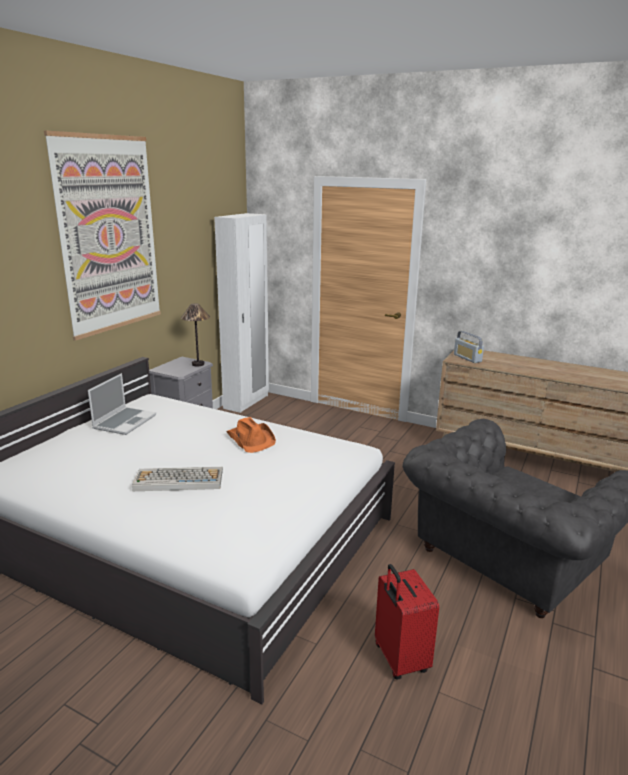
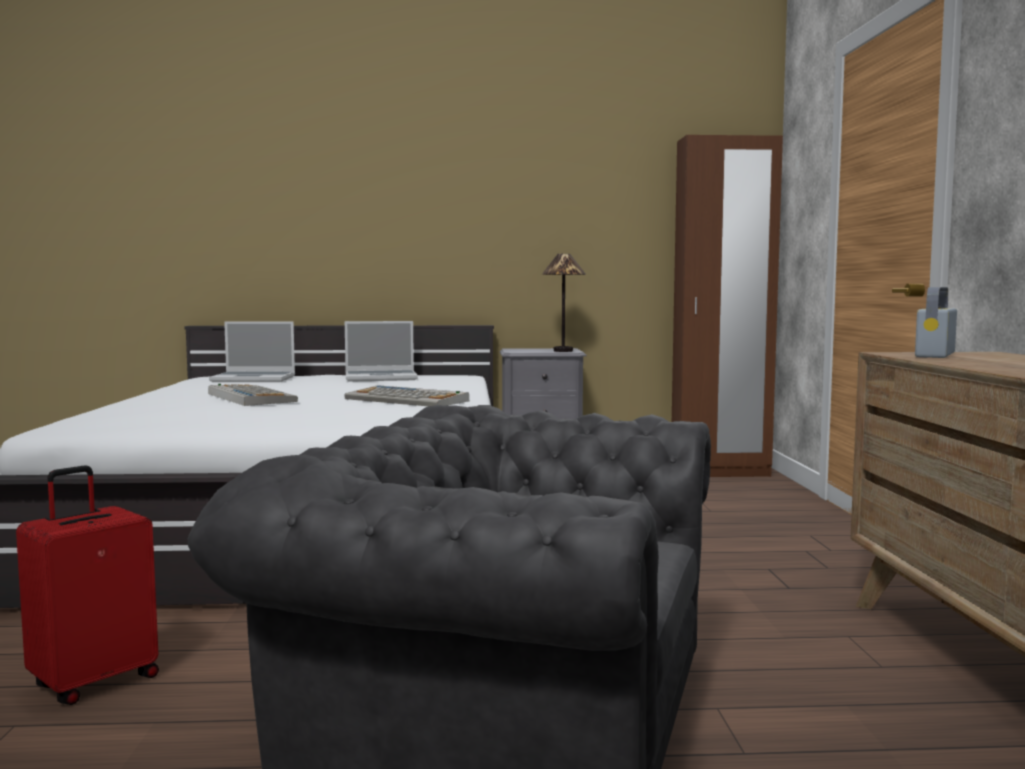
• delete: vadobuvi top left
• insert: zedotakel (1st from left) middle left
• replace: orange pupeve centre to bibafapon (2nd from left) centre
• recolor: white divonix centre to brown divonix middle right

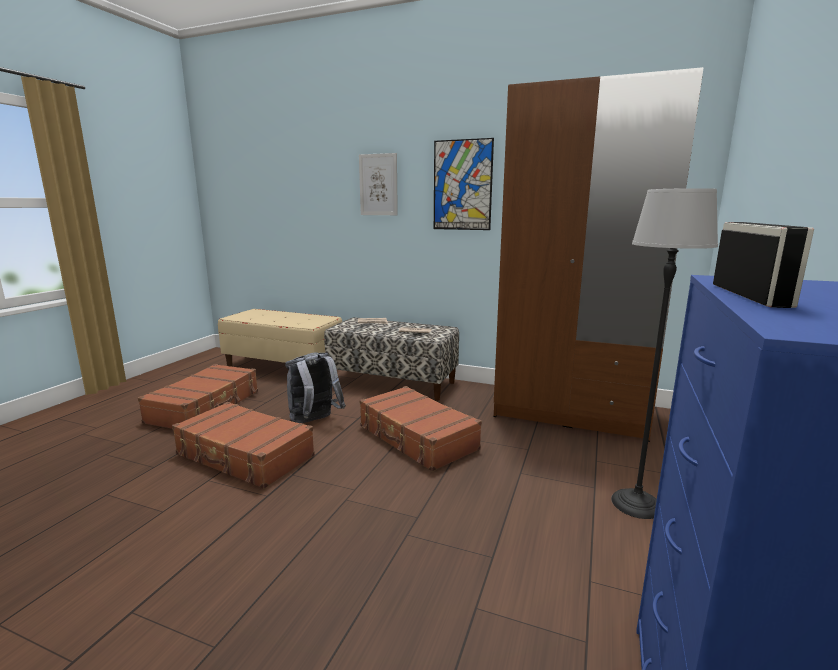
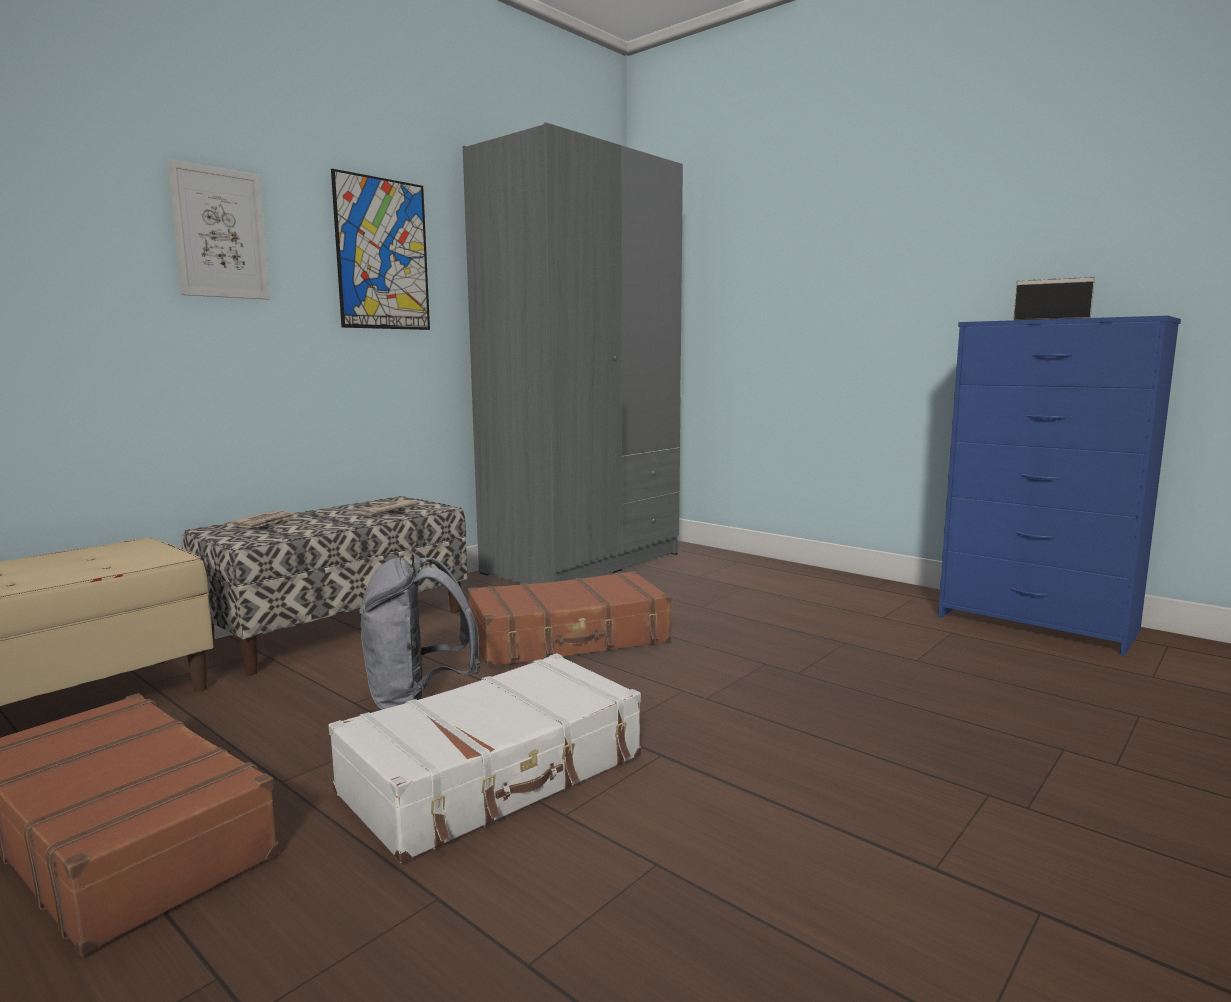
• delete: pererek middle right
• recolor: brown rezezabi (2nd from left) middle left to white rezezabi bottom centre
• recolor: brown divonix middle right to grey divonix centre

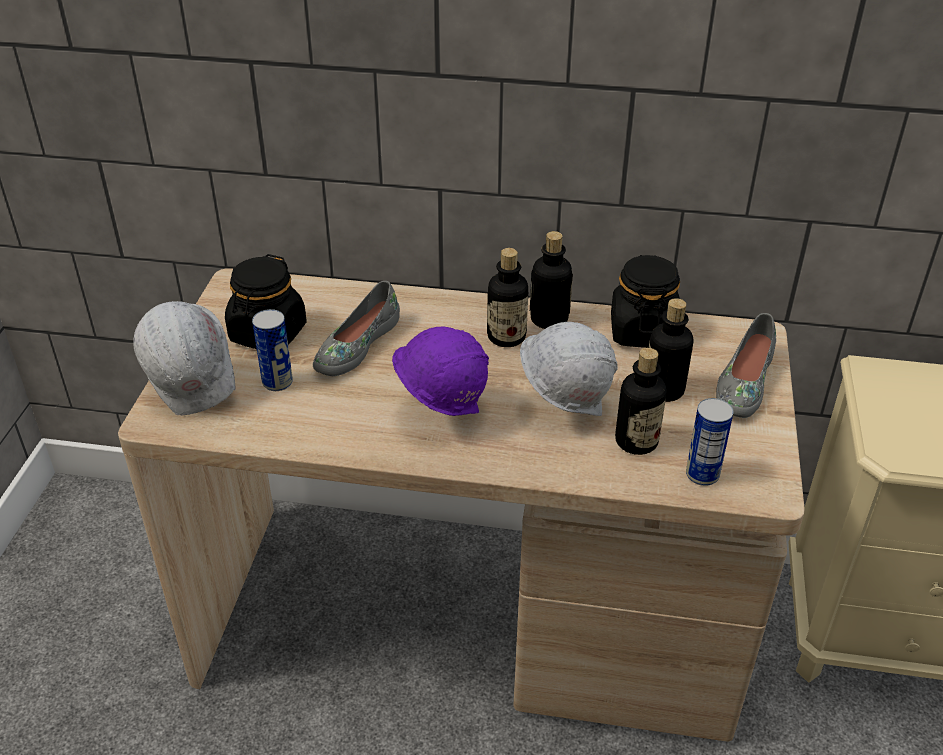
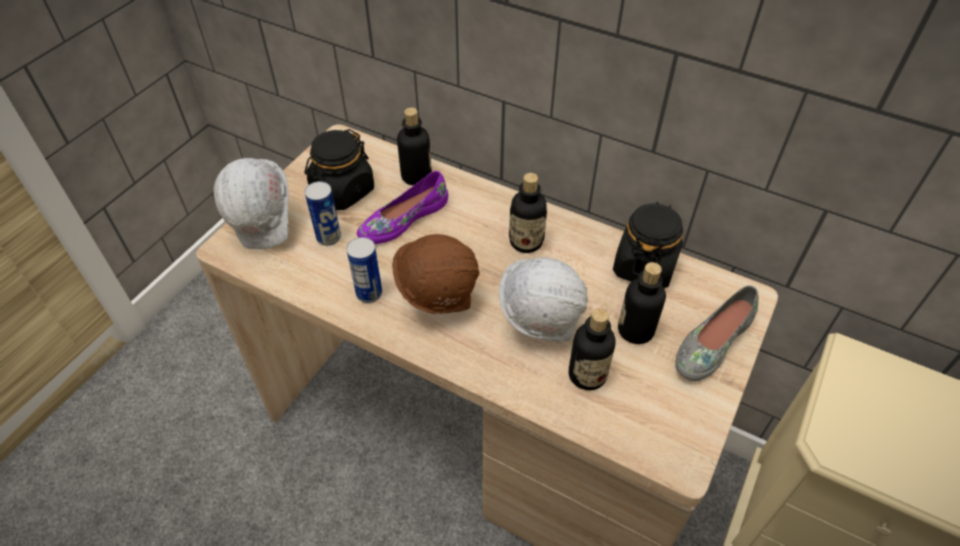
• move: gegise (2nd from left in the first image) centre to gegise (1st from left) top centre
• move: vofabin (2nd from left) middle right to centre
• recolor: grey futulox (1st from left) centre to purple futulox centre
• recolor: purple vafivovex centre to brown vafivovex centre

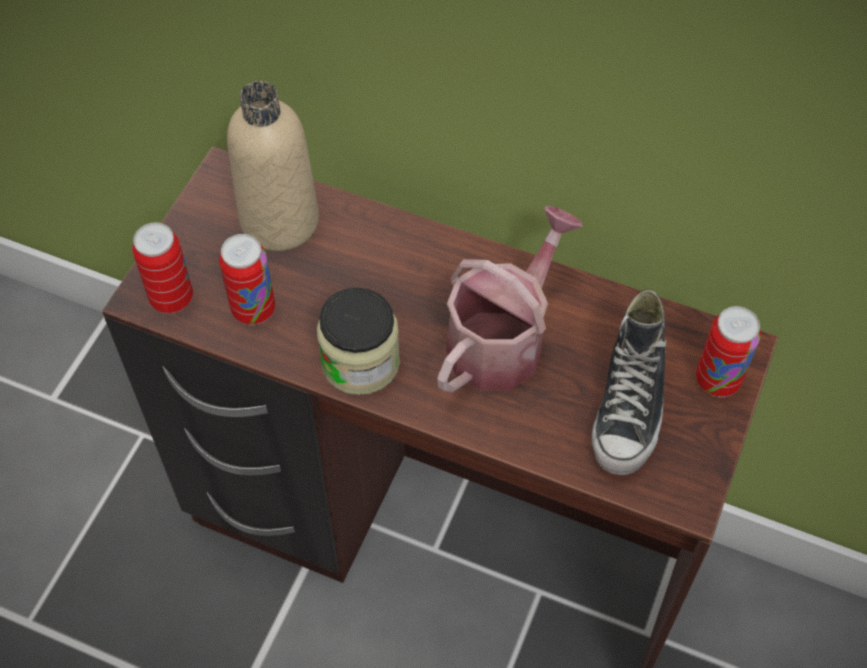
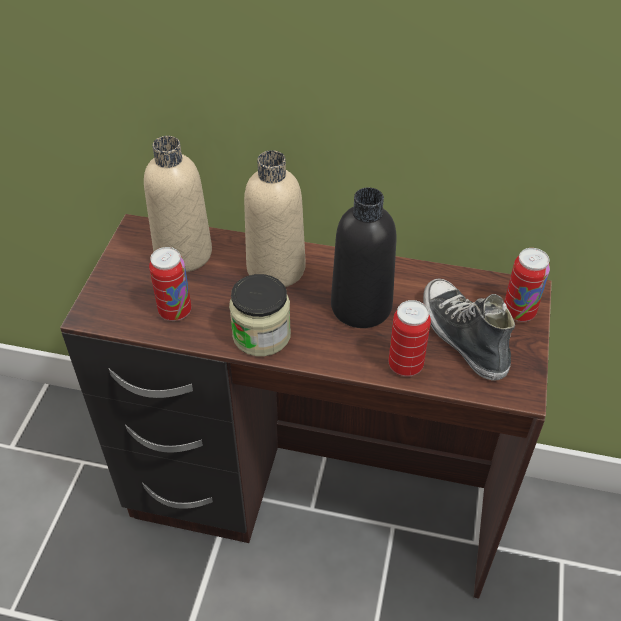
• insert: beige gegise (2nd from left) centre
• move: vofabin (1st from left in the first image) middle left to vofabin (2nd from left) centre
• replace: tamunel centre to black gegise centre
• rotate: futulox middle right = middle right 150 degrees clockwise

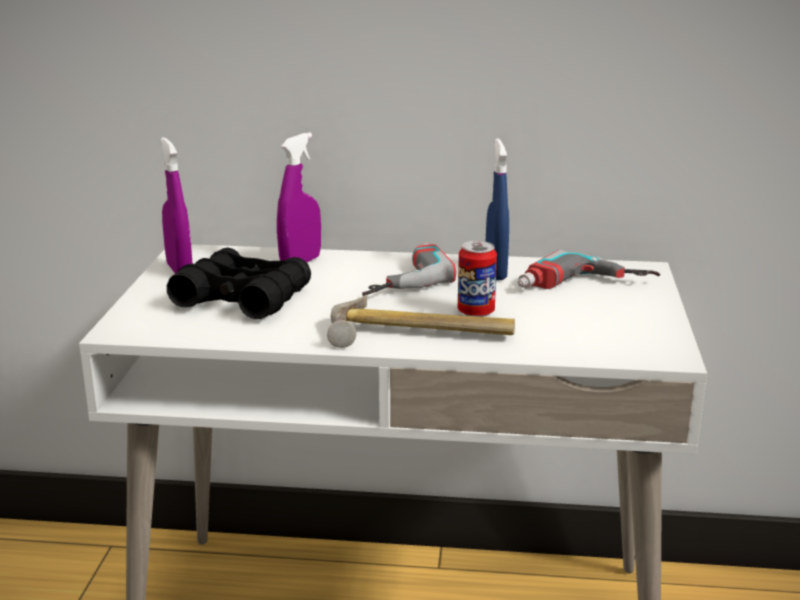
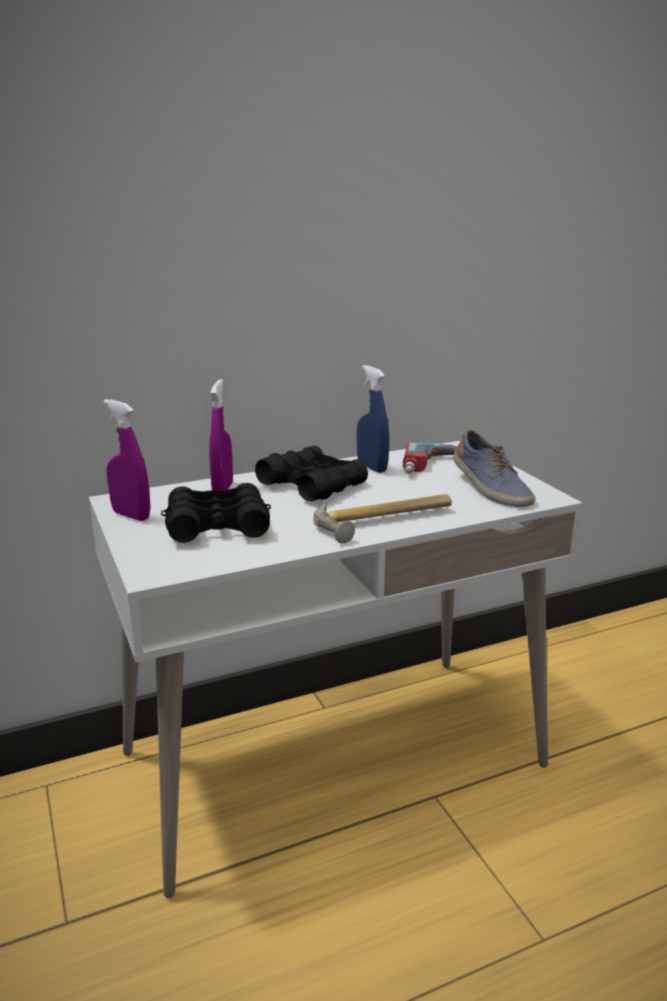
• delete: vofabin centre
• insert: futulox middle right
• replace: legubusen (1st from left) centre to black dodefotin (2nd from left) centre

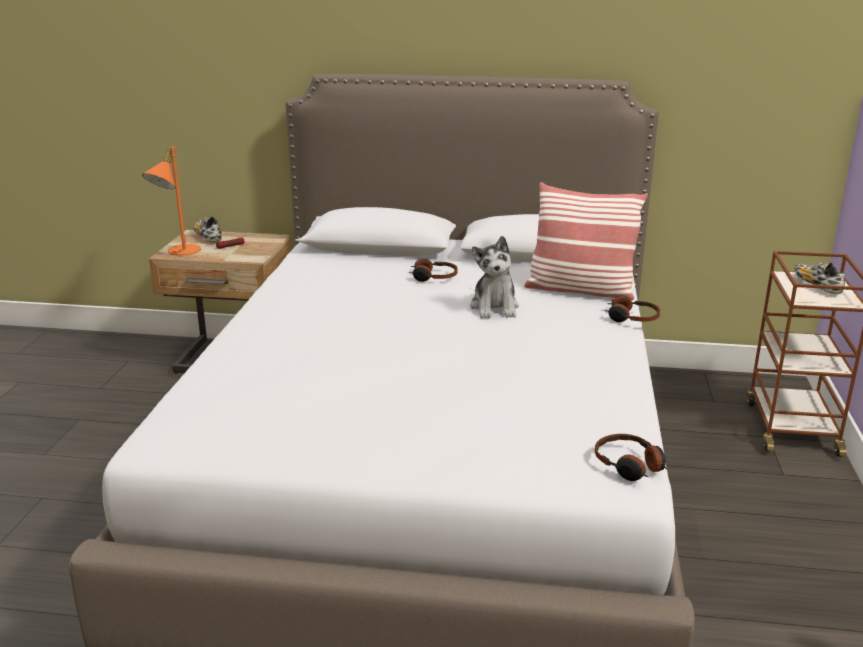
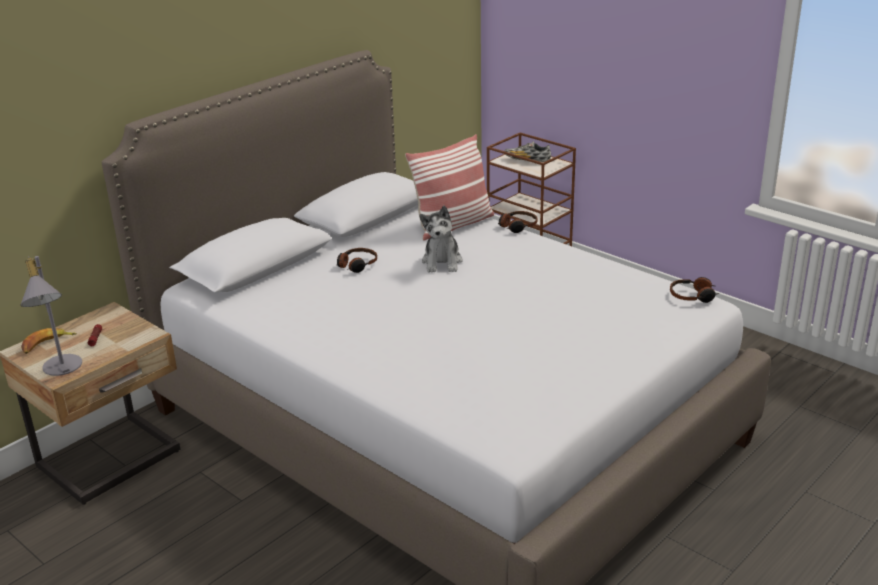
• replace: futulox (1st from left) middle left to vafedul middle left
• recolor: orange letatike top left to grey letatike middle left
• rotate: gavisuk centre = centre 60 degrees clockwise

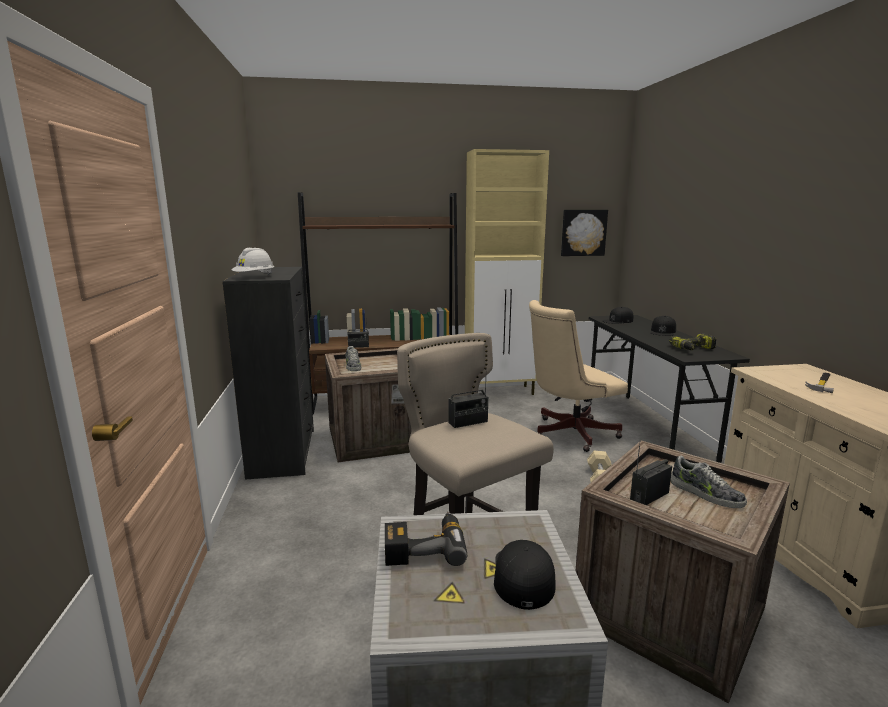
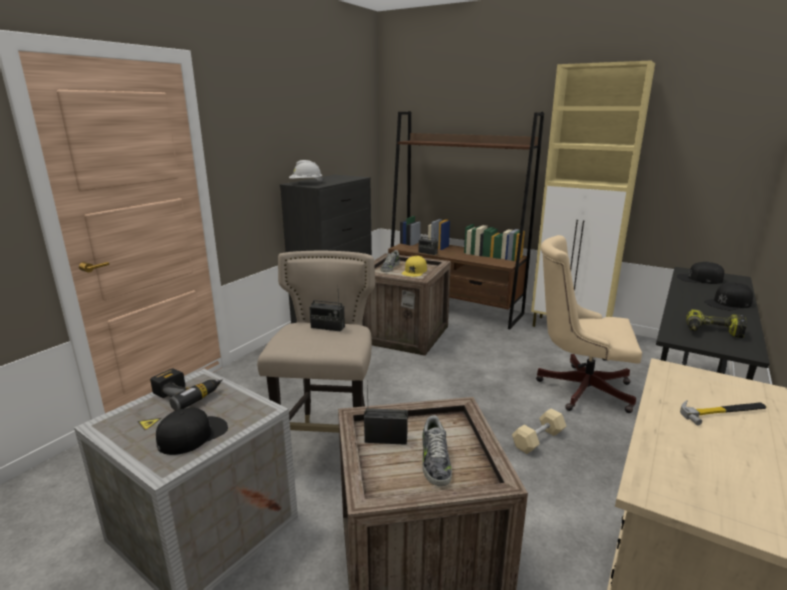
• delete: vadobuvi top centre
• insert: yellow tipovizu centre

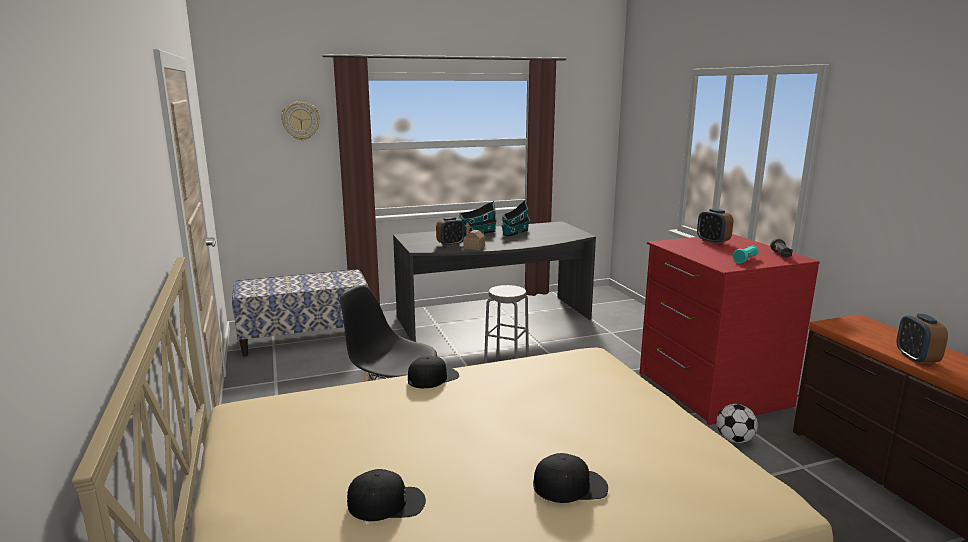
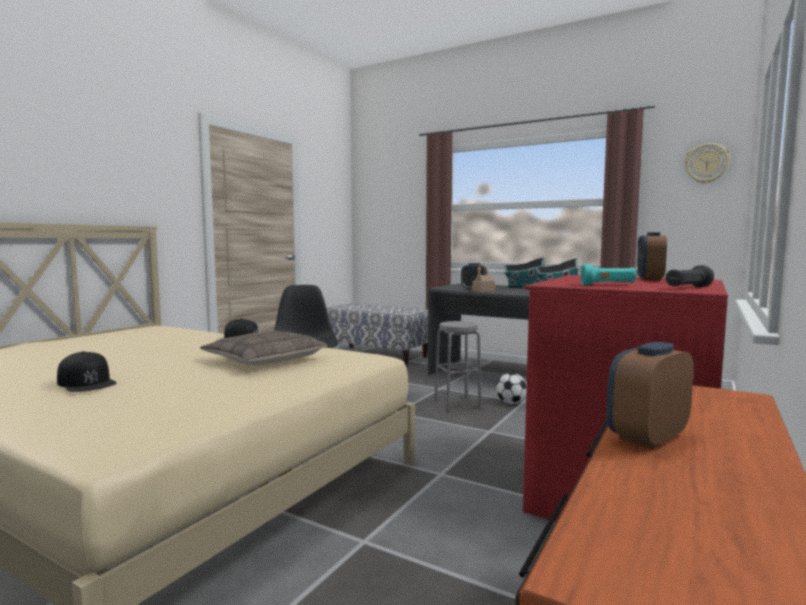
• delete: black tipovizu (1st from left) bottom centre
• insert: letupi middle left
• move: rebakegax top left to top right
• move: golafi bottom right to centre

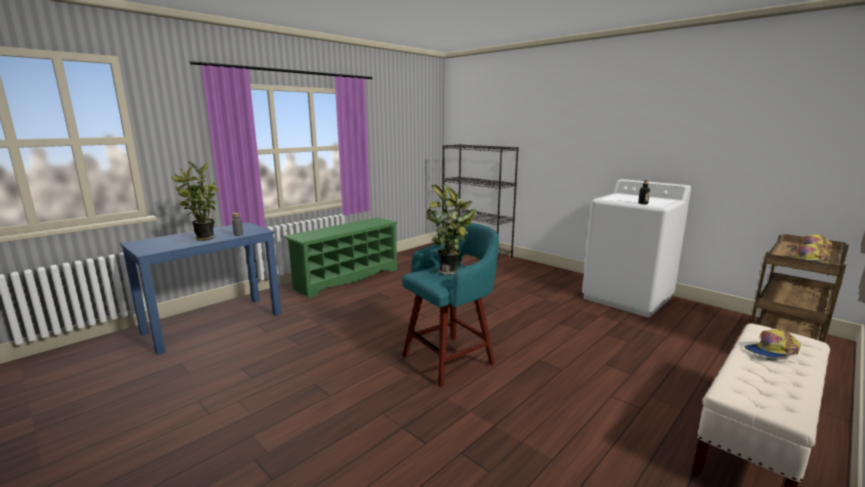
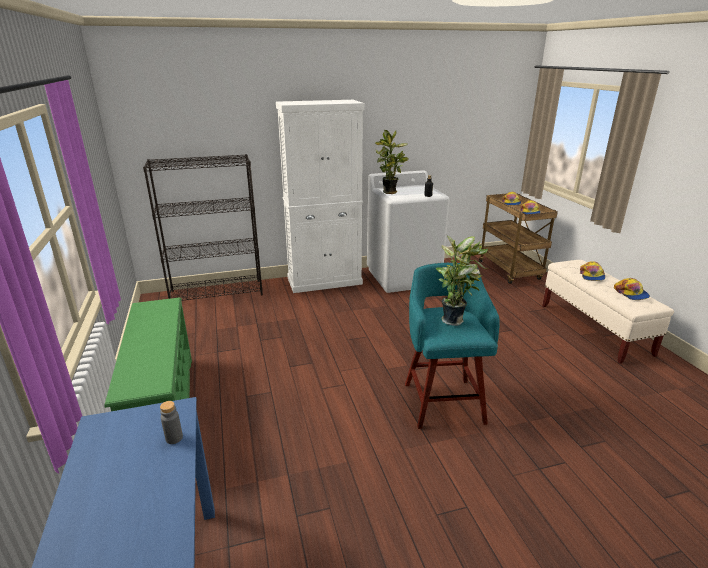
• insert: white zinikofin centre
• insert: tipovizu (4th from left) middle right
• move: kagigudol (1st from left) middle left to top centre

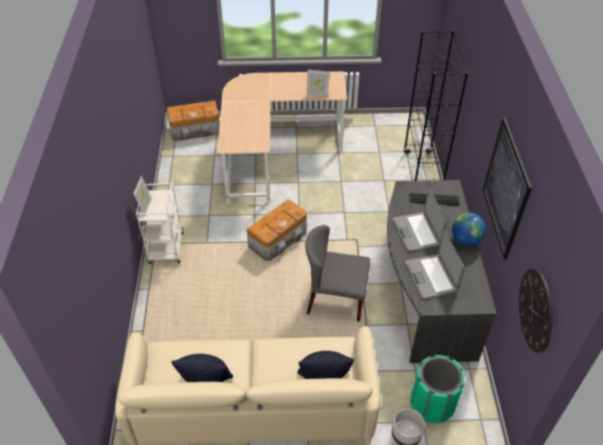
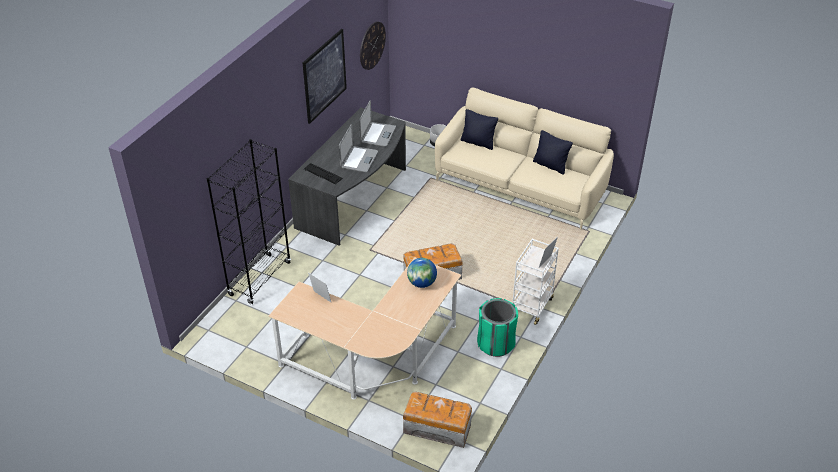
• delete: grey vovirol centre
• move: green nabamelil bottom right to bottom centre
• move: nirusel middle right to centre

